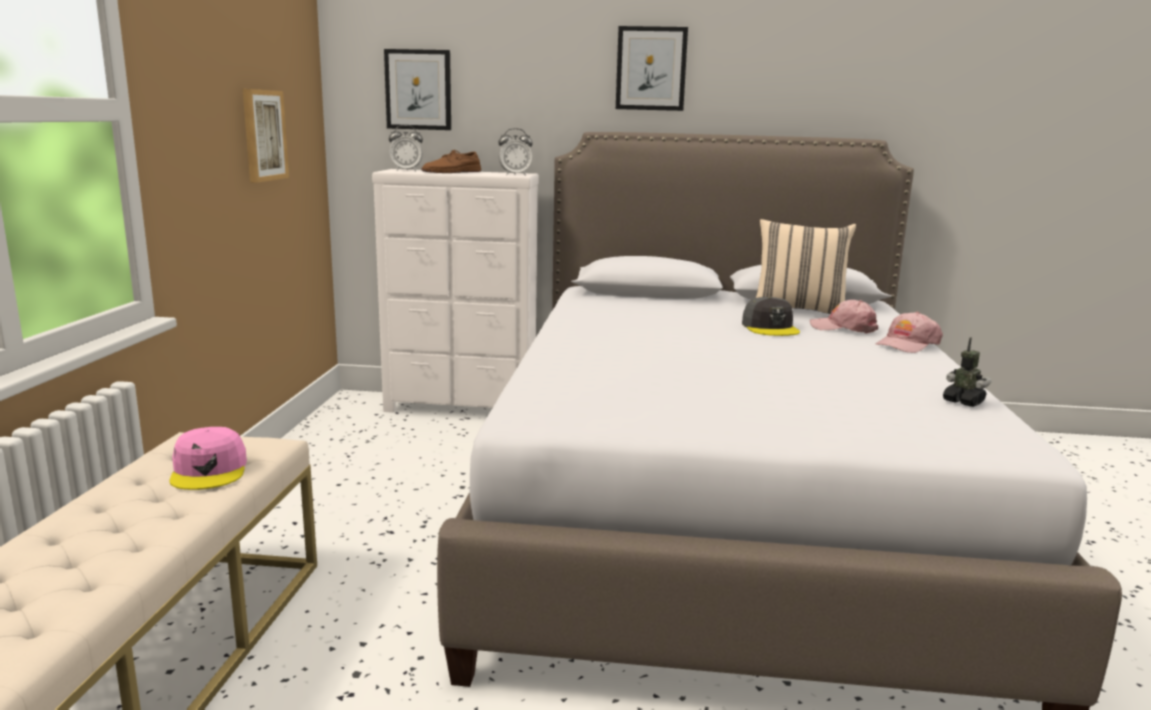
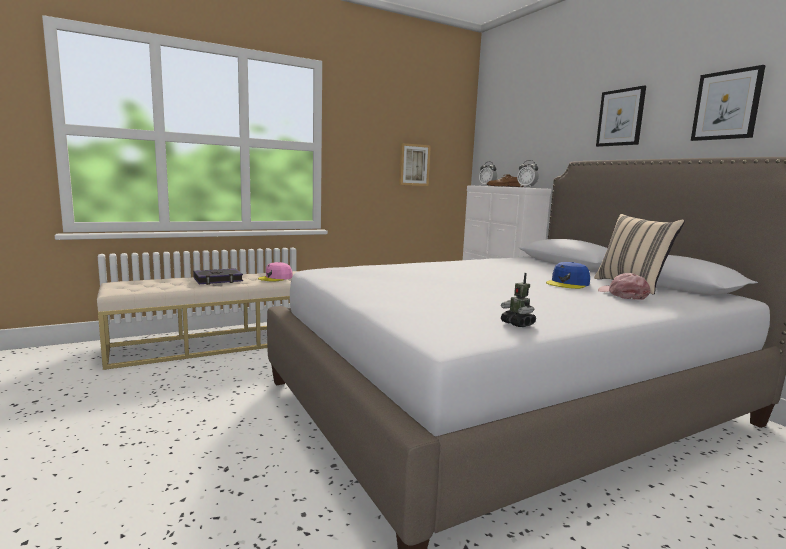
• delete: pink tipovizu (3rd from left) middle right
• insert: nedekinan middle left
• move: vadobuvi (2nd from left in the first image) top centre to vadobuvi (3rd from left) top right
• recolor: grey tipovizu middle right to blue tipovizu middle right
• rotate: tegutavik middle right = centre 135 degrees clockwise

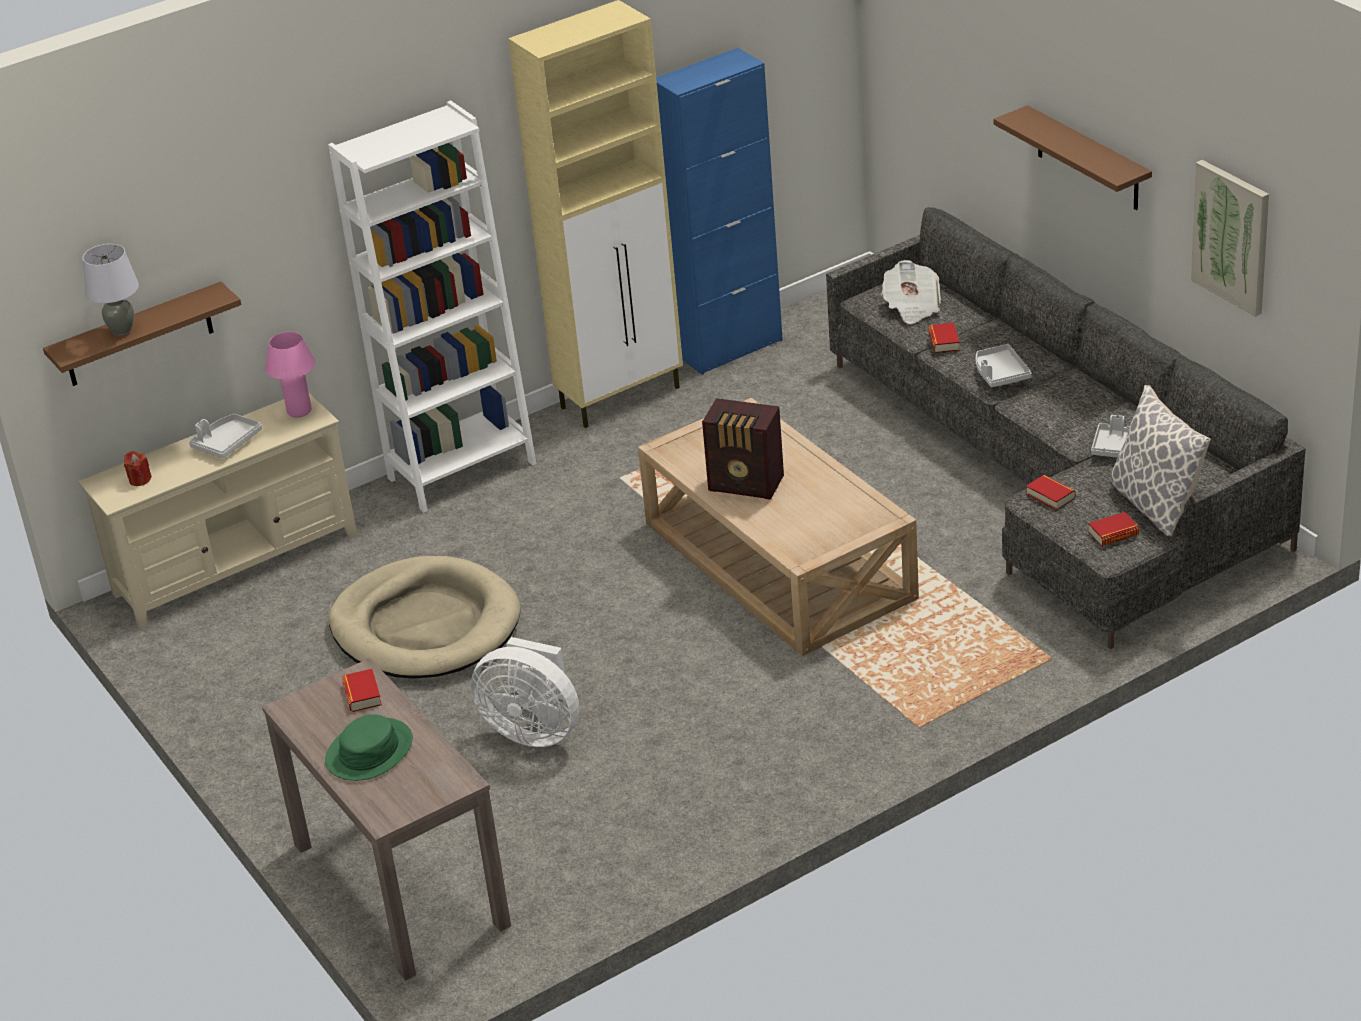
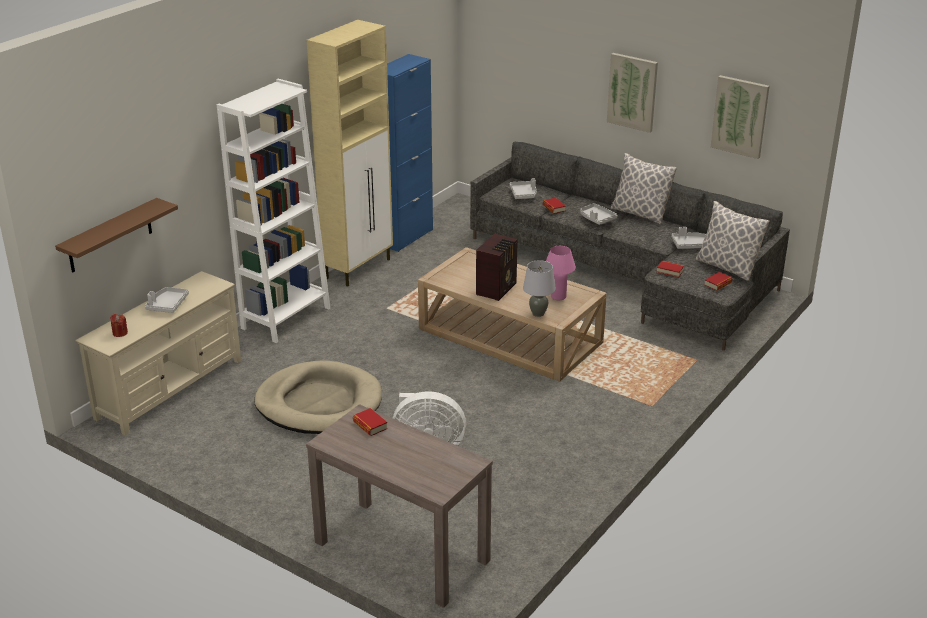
• delete: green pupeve bottom left
• insert: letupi (1st from left) top right
• move: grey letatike top left to centre
• move: pink letatike middle left to centre
• replace: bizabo top right to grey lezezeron (2nd from left) top centre
• replace: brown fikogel (2nd from left) top right to vadobuvi (1st from left) top right
• rotate: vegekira centre = centre 60 degrees counterclockwise

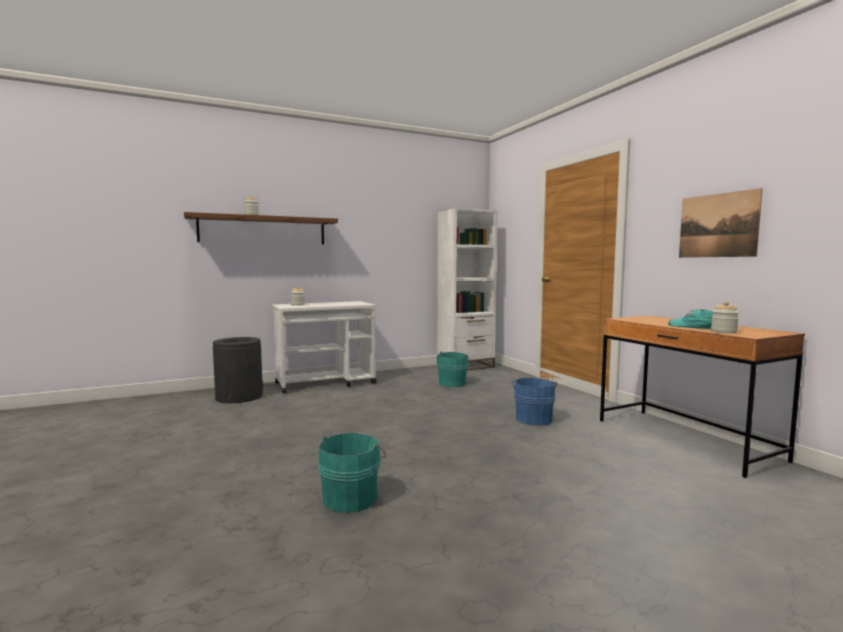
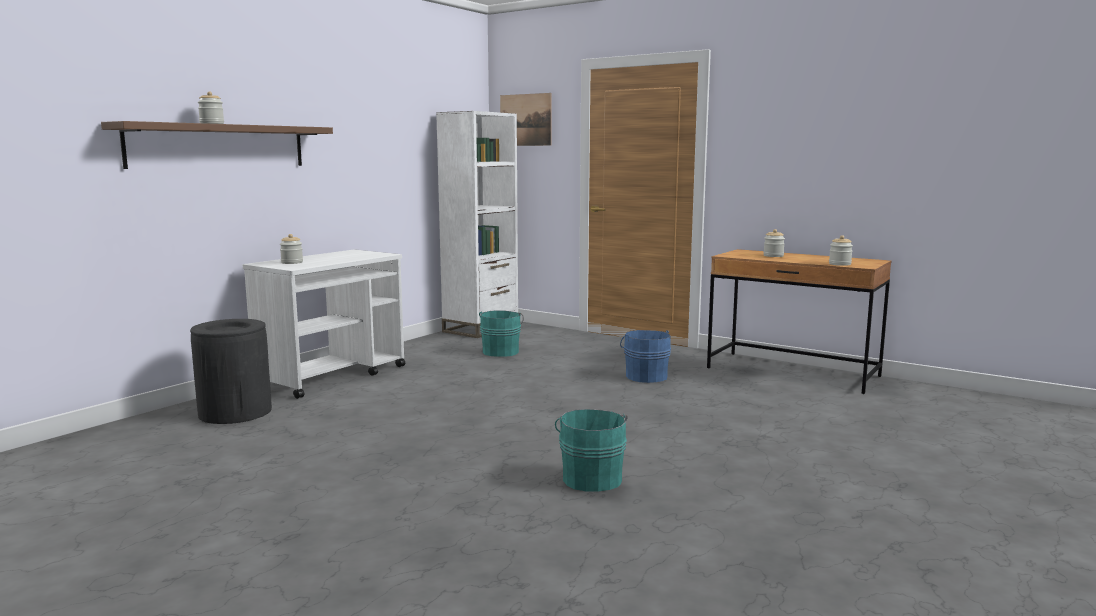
• delete: turquoise tipovizu middle right
• insert: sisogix (3rd from left) middle right
• move: vadobuvi middle right to top centre

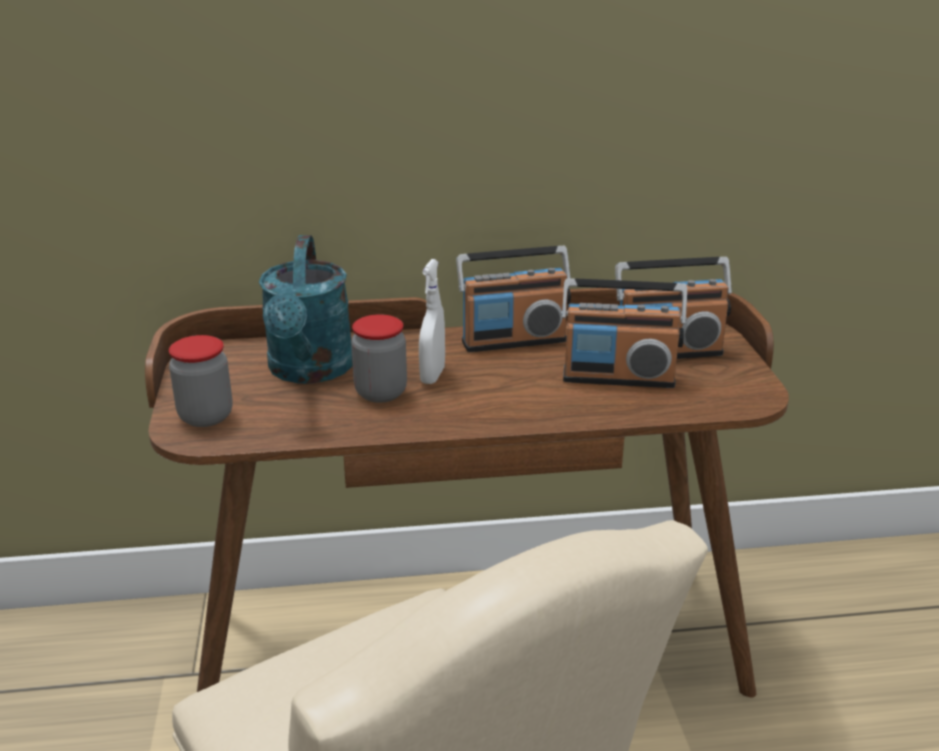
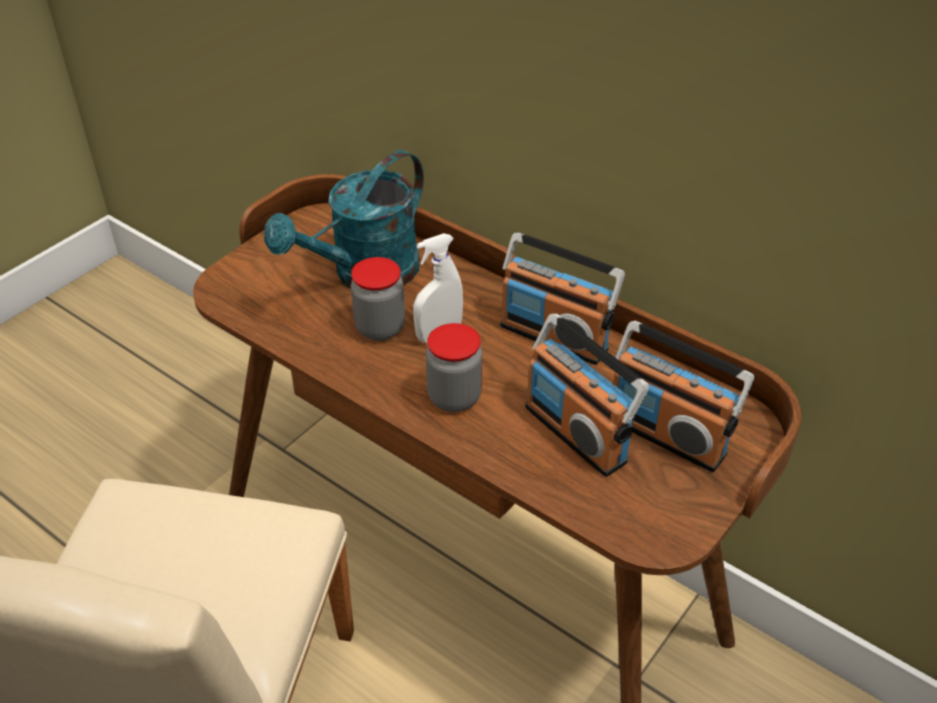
• move: sisogix (1st from left in the first image) middle left to sisogix (2nd from left) centre

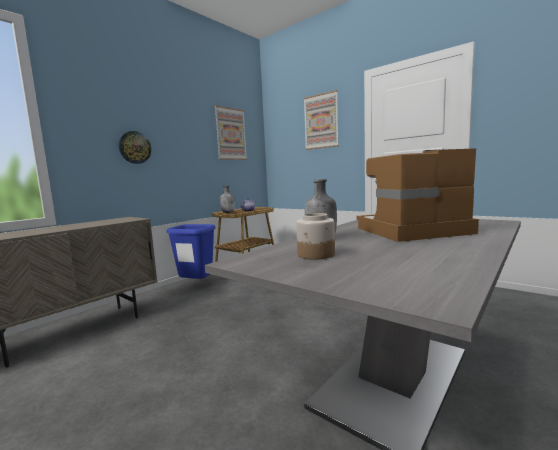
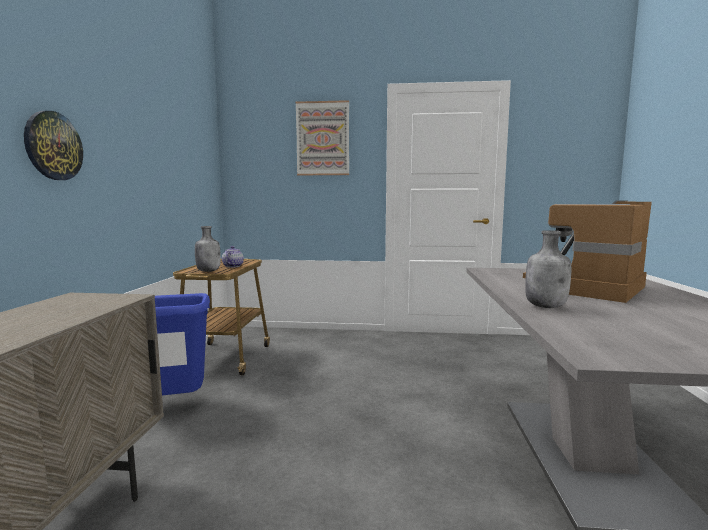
• delete: vadobuvi (1st from left) top centre
• delete: sisogix centre

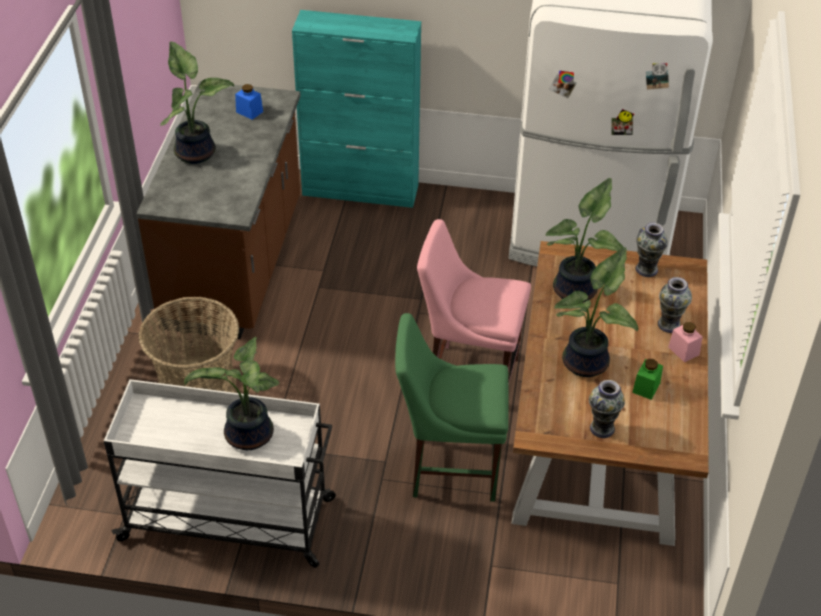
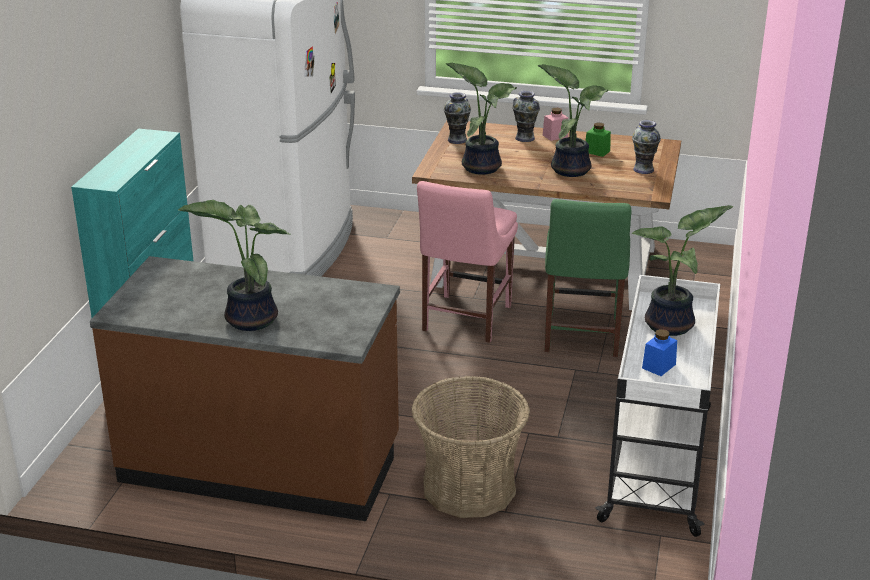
• move: blue sisogix top left to middle right

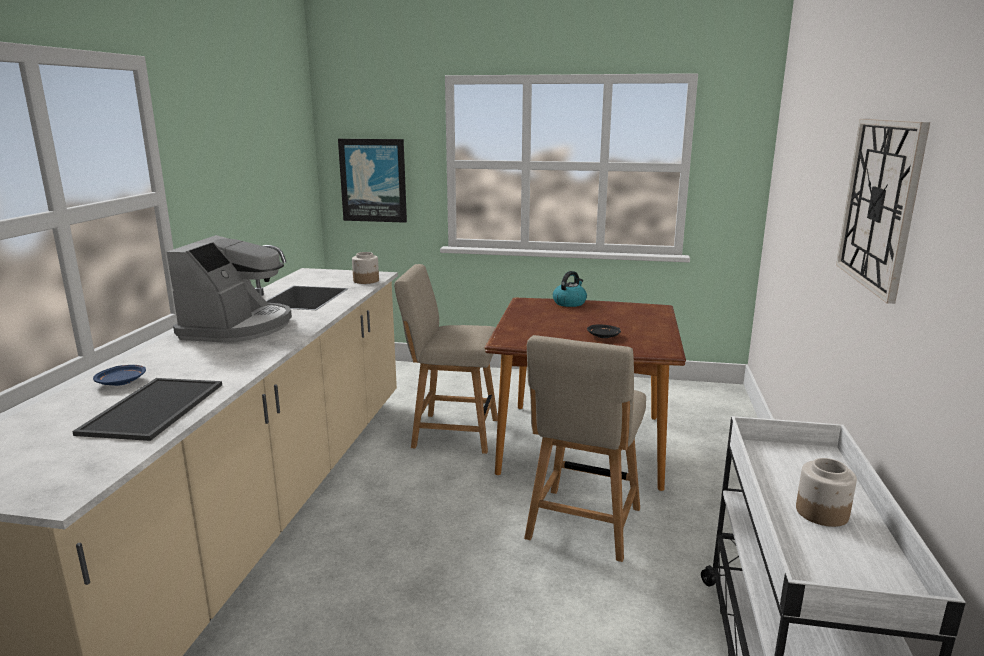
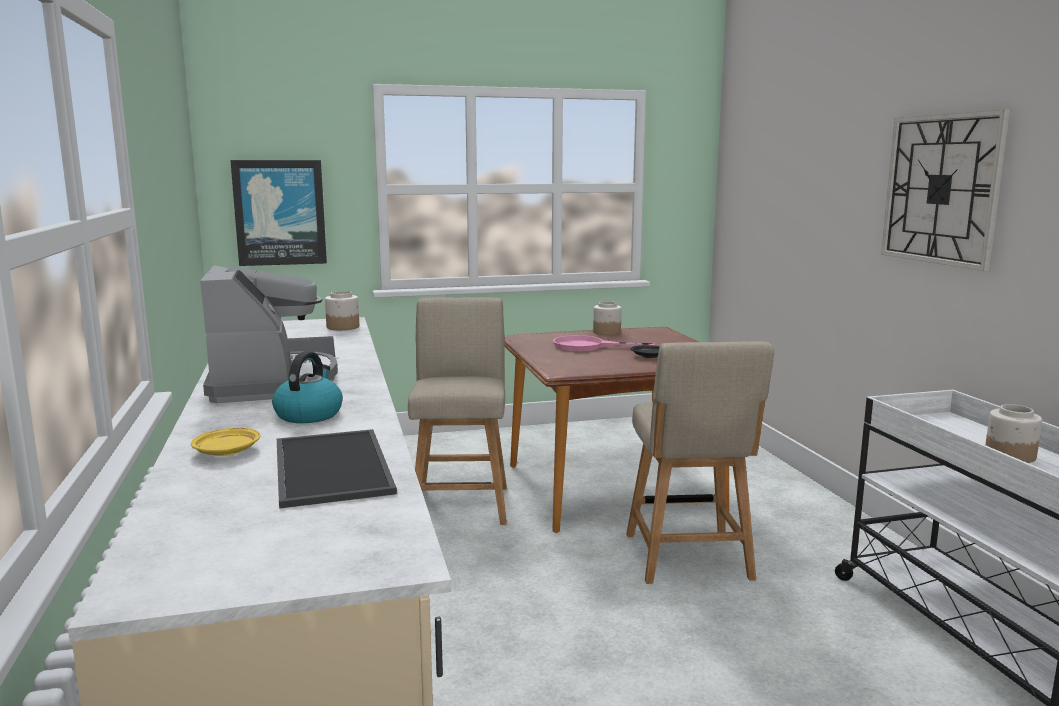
• insert: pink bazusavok centre
• insert: sisogix (2nd from left) centre
• move: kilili centre to middle left
• recolor: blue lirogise middle left to yellow lirogise middle left
• rotate: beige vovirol (1st from left) centre = centre 105 degrees clockwise

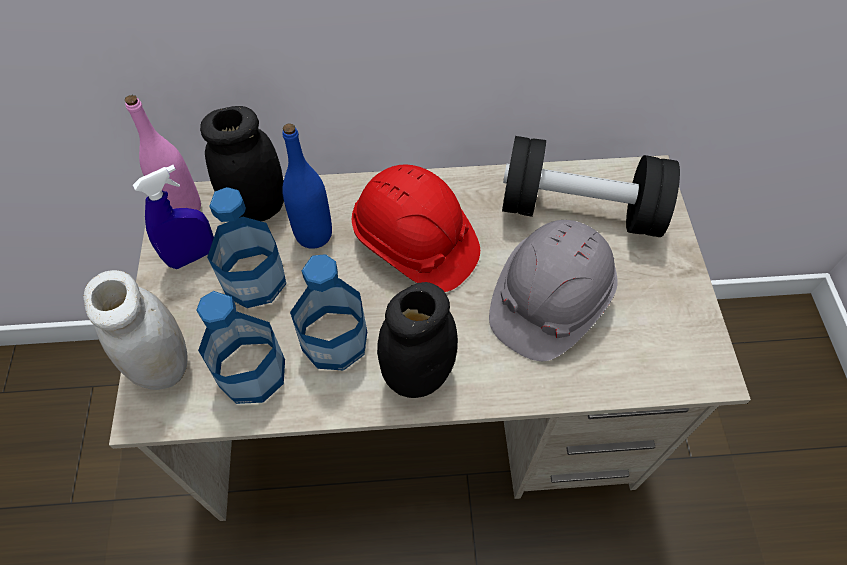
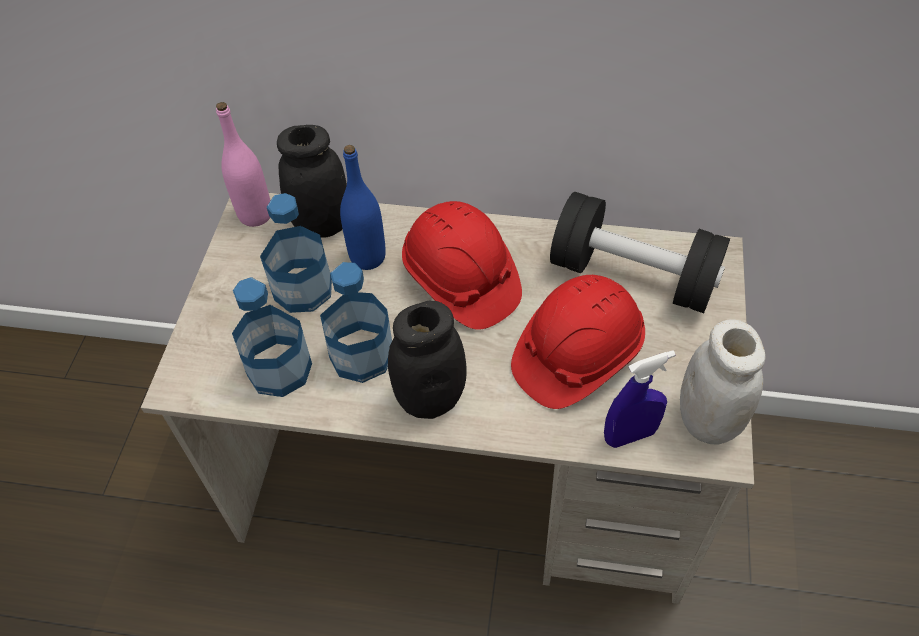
• move: white sisogix middle left to middle right
• move: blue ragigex middle left to middle right
• recolor: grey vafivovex centre to red vafivovex (2nd from left) centre

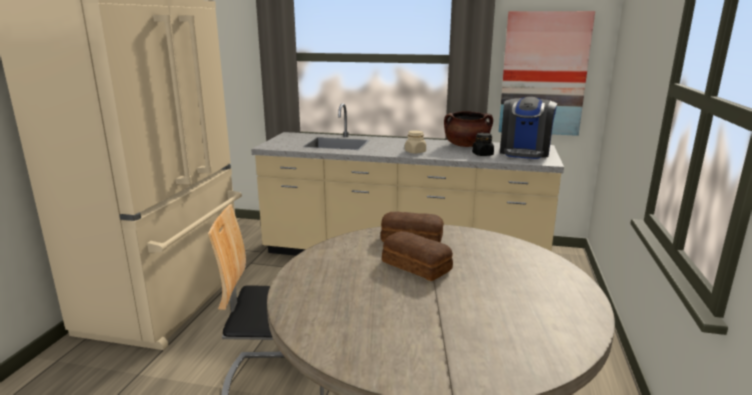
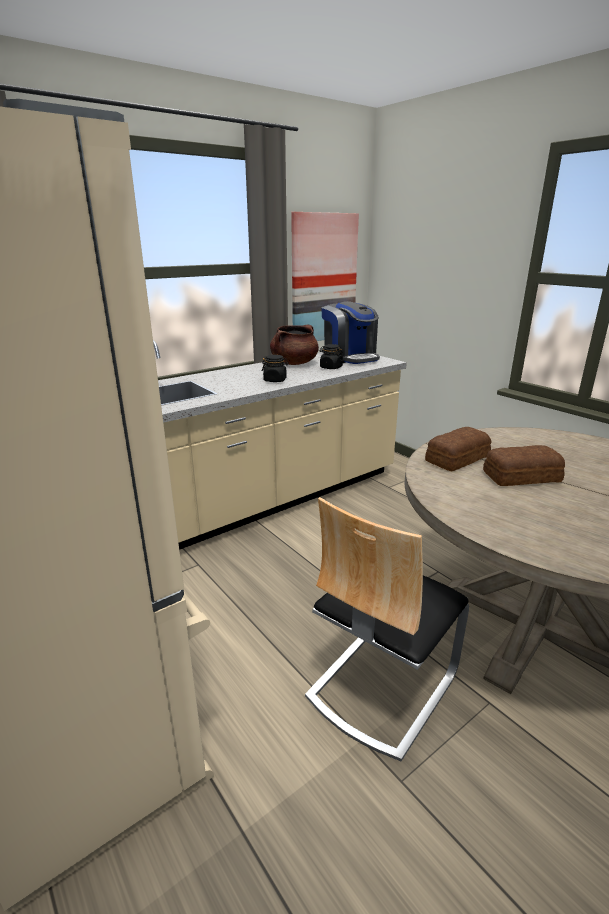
• recolor: beige sisogix centre to black sisogix (1st from left) centre

